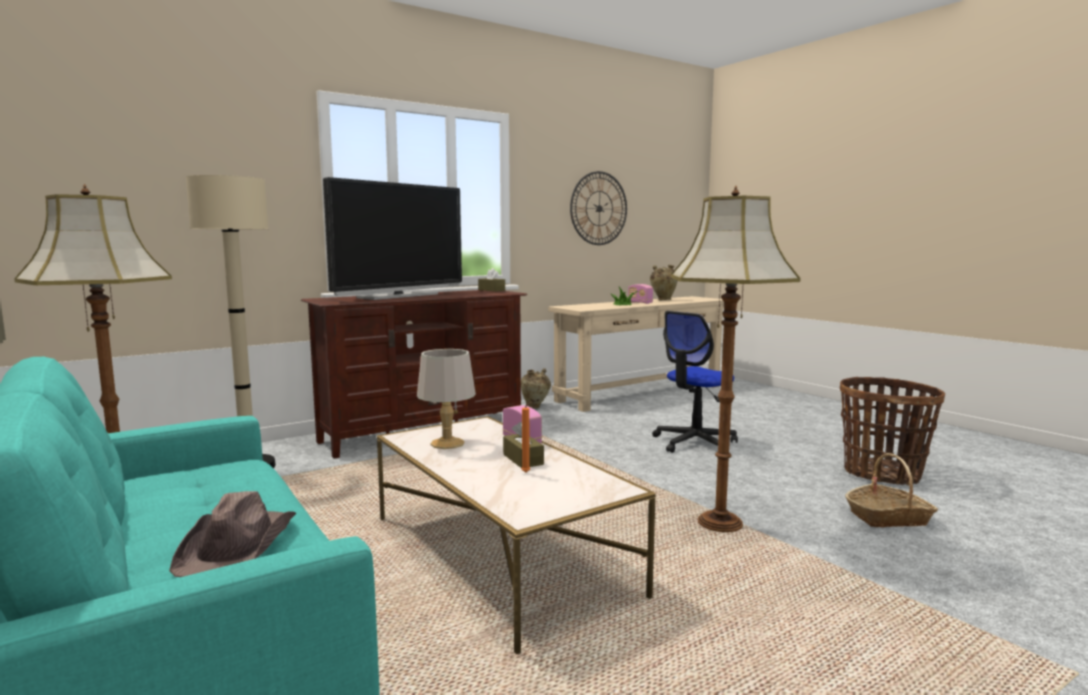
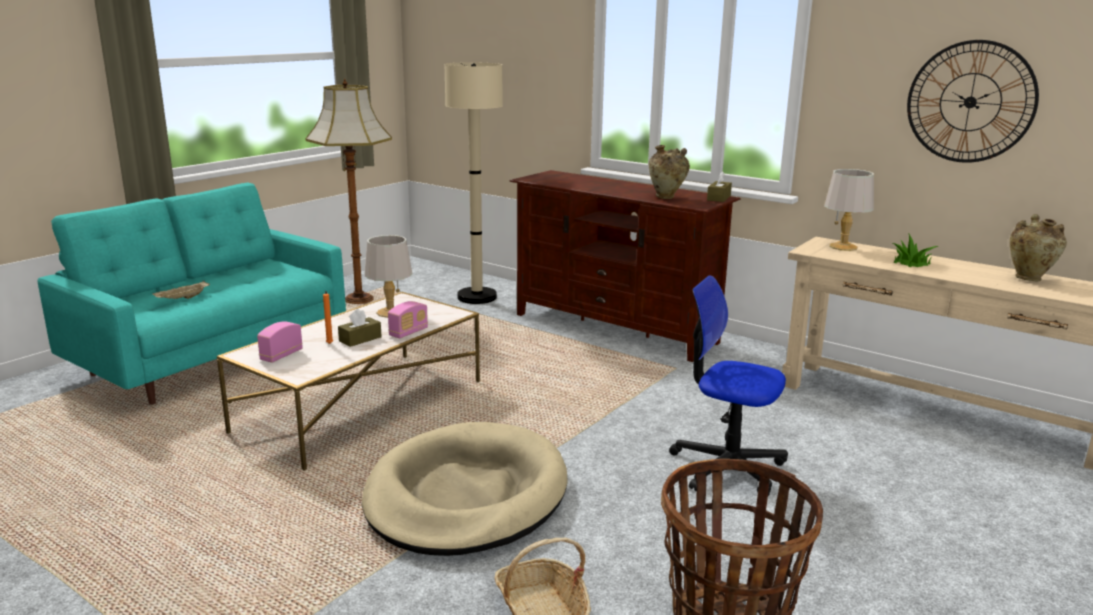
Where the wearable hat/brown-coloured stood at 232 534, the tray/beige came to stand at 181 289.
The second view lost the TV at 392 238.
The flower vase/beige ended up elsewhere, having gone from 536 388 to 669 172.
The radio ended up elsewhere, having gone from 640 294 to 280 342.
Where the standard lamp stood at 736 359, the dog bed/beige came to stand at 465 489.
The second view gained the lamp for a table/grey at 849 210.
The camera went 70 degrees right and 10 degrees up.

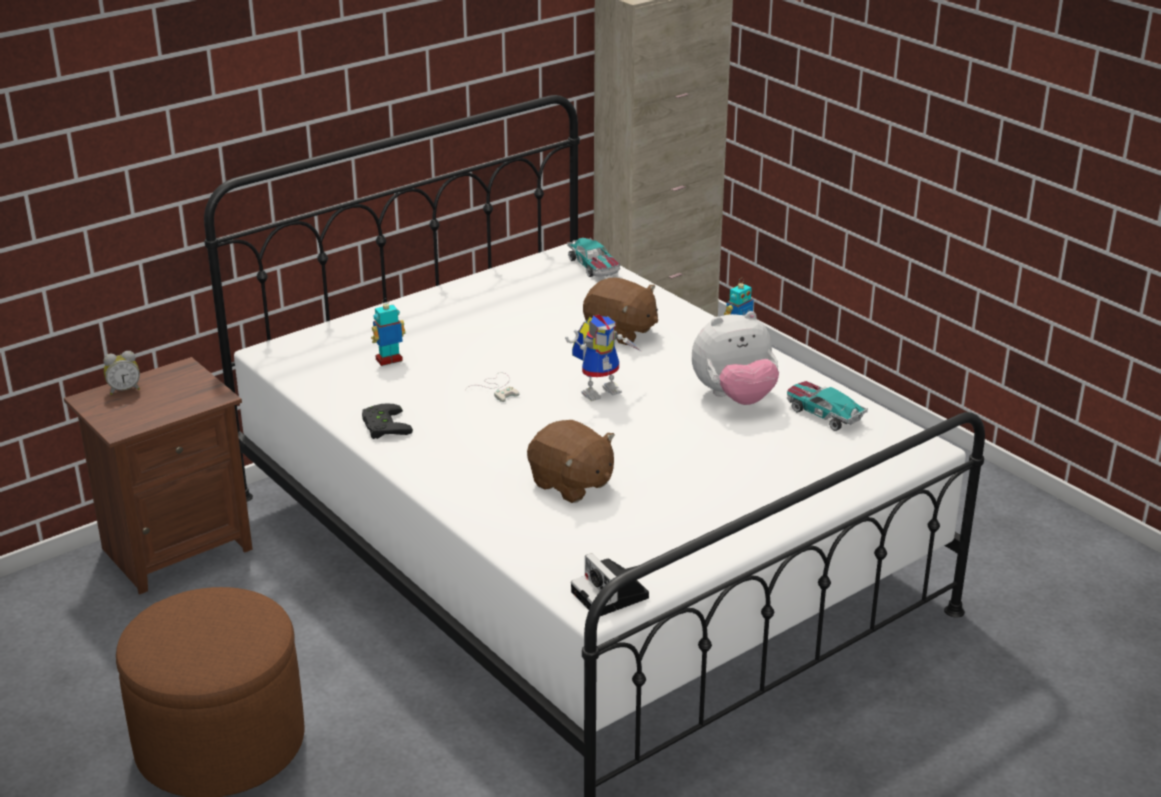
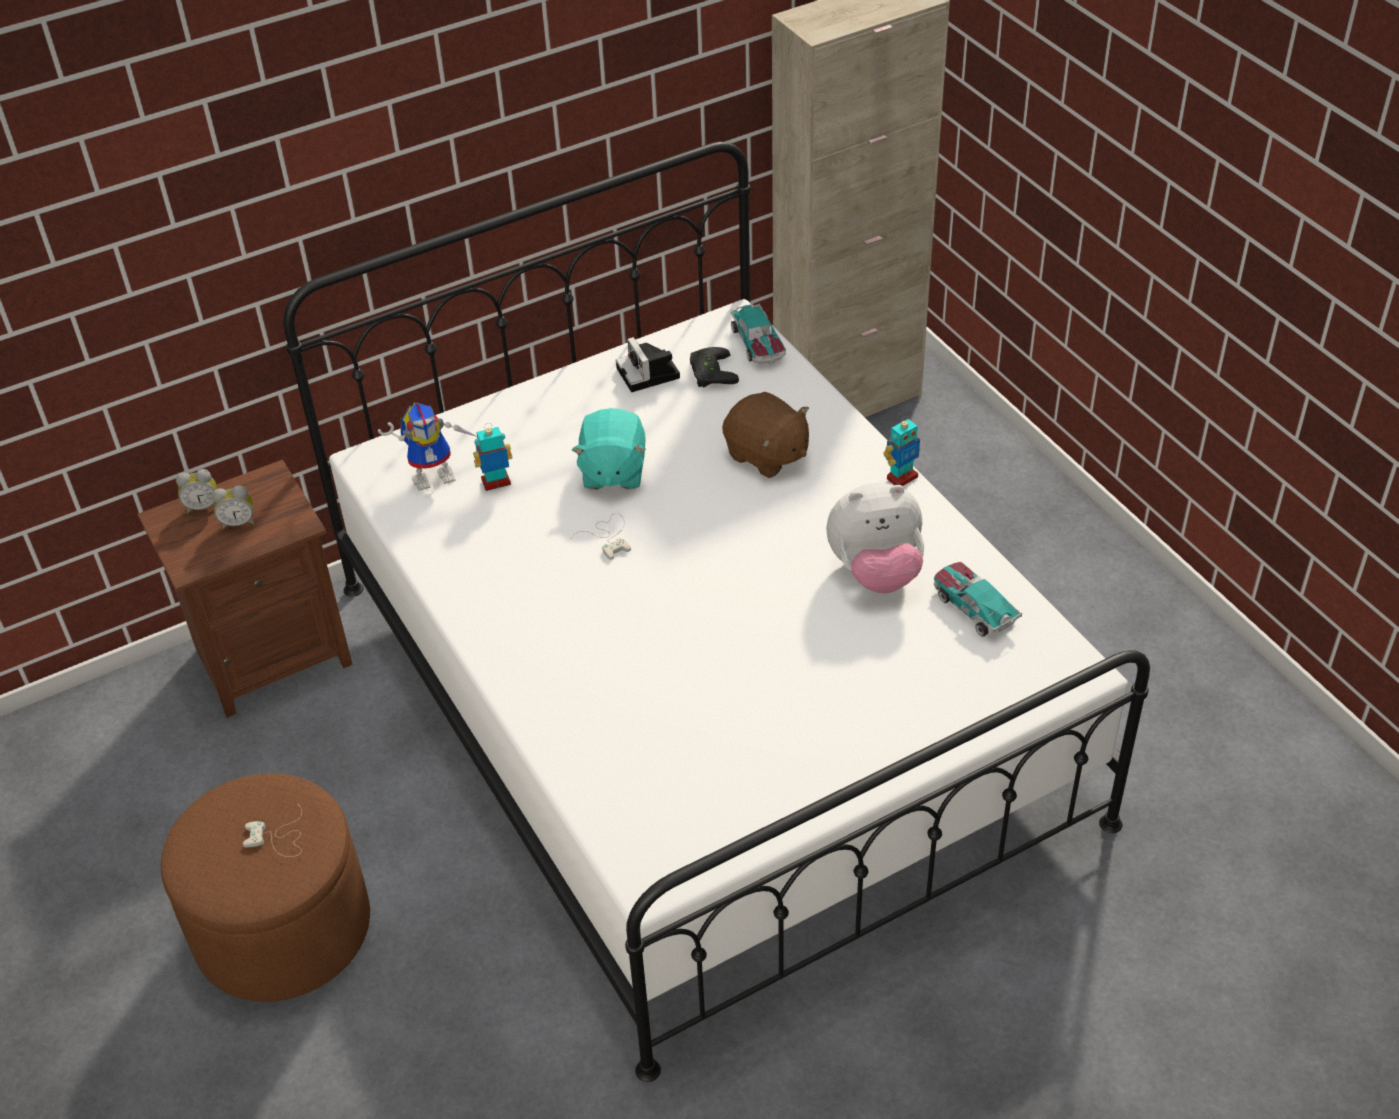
The game controller/blackish ended up elsewhere, having gone from 387 421 to 714 367.
The second view lost the plush toy/brown-coloured at 571 461.
The model robot ended up elsewhere, having gone from 603 358 to 427 446.
The still camera ended up elsewhere, having gone from 610 584 to 648 364.
The second view gained the bedside clock at 233 507.
The second view gained the game controller/white at 272 832.
The second view gained the plush toy/turquoise-coloured at 609 449.
The camera went 10 degrees right and 15 degrees up.

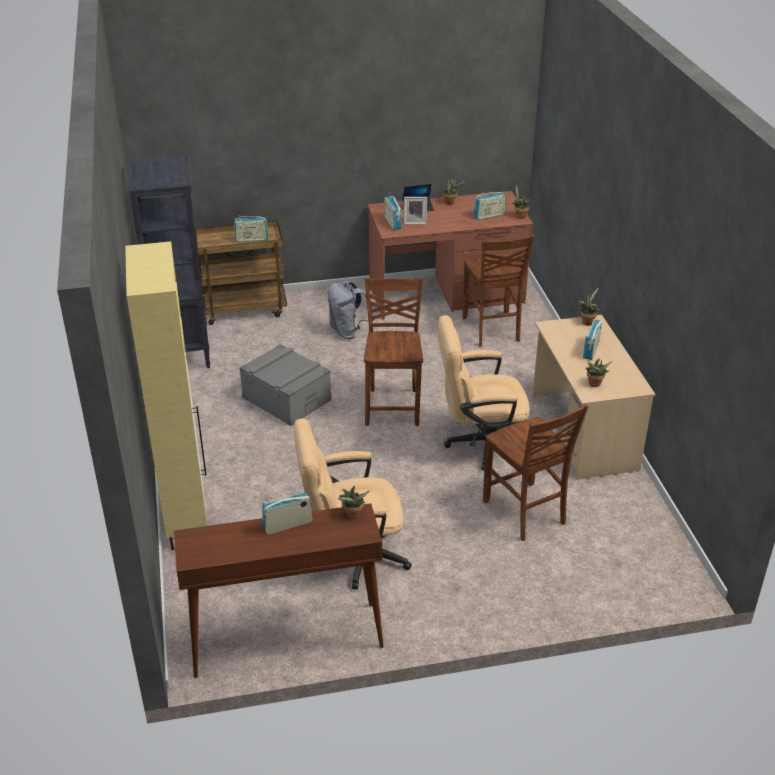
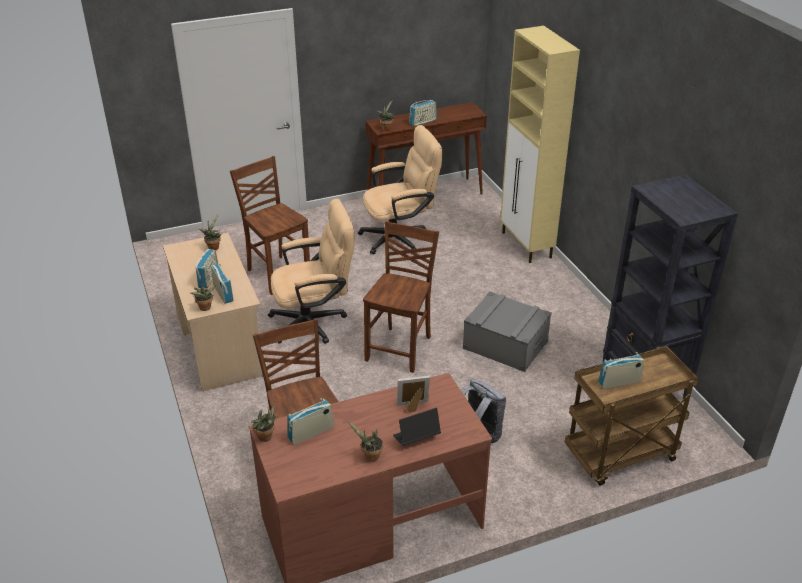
The upright chair/brown-coloured at 393 352 ended up facing another way, 150 degrees counterclockwise from before.
The radio ended up elsewhere, having gone from 393 213 to 222 283.
The camera went 170 degrees right and 0 degrees up.

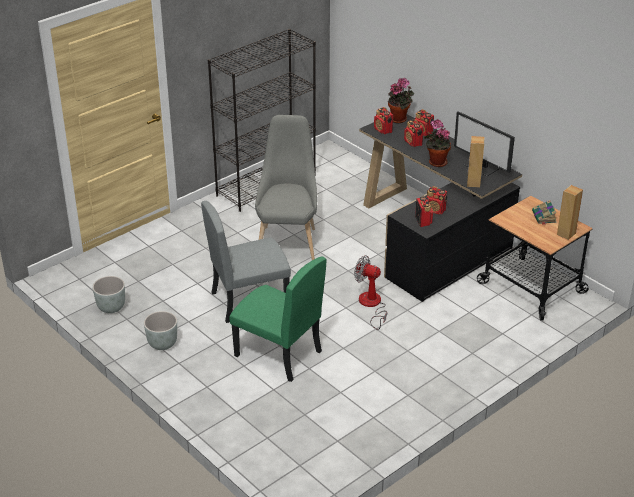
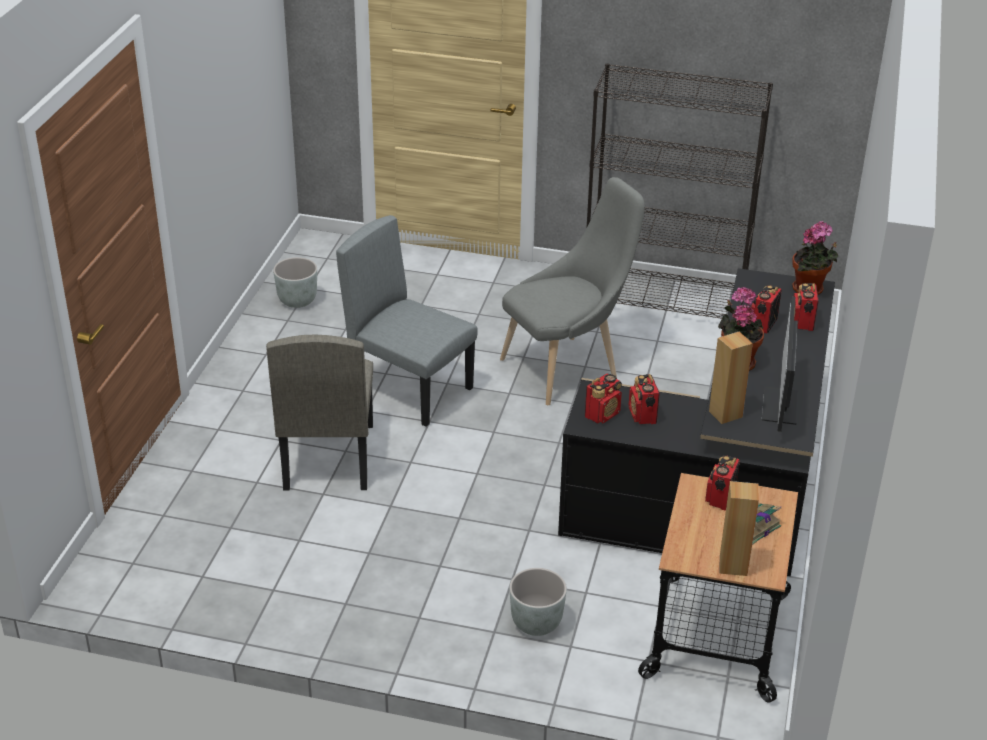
The flower pot/grey ended up elsewhere, having gone from 160 330 to 538 602.
What was the upright chair/green at 277 319 turned into the upright chair/beige at 319 412.
The second view lost the fan at 371 292.
The radio ended up elsewhere, having gone from 383 120 to 722 483.
The camera went 55 degrees right and 0 degrees up.

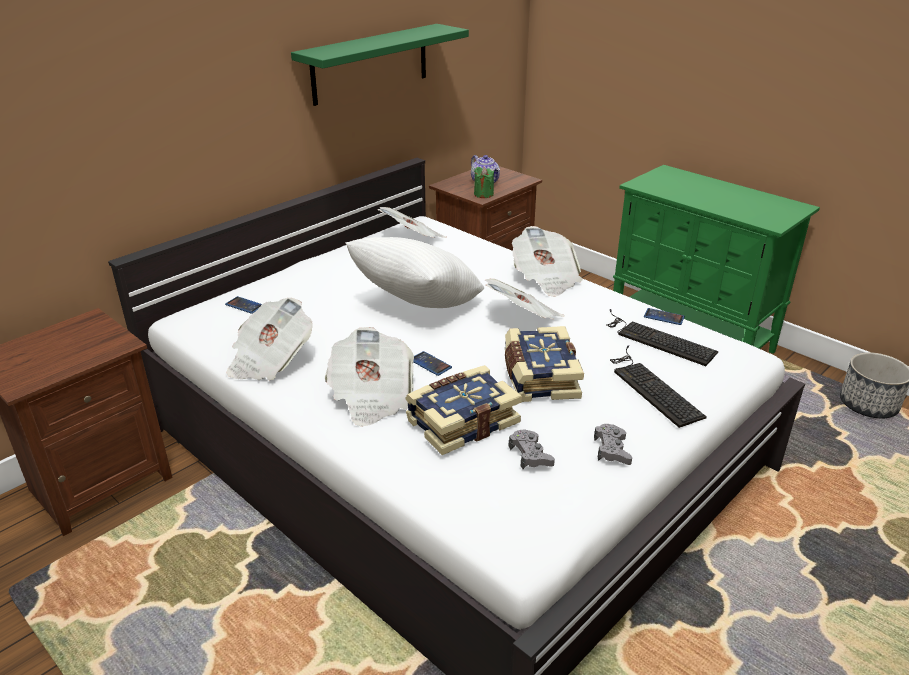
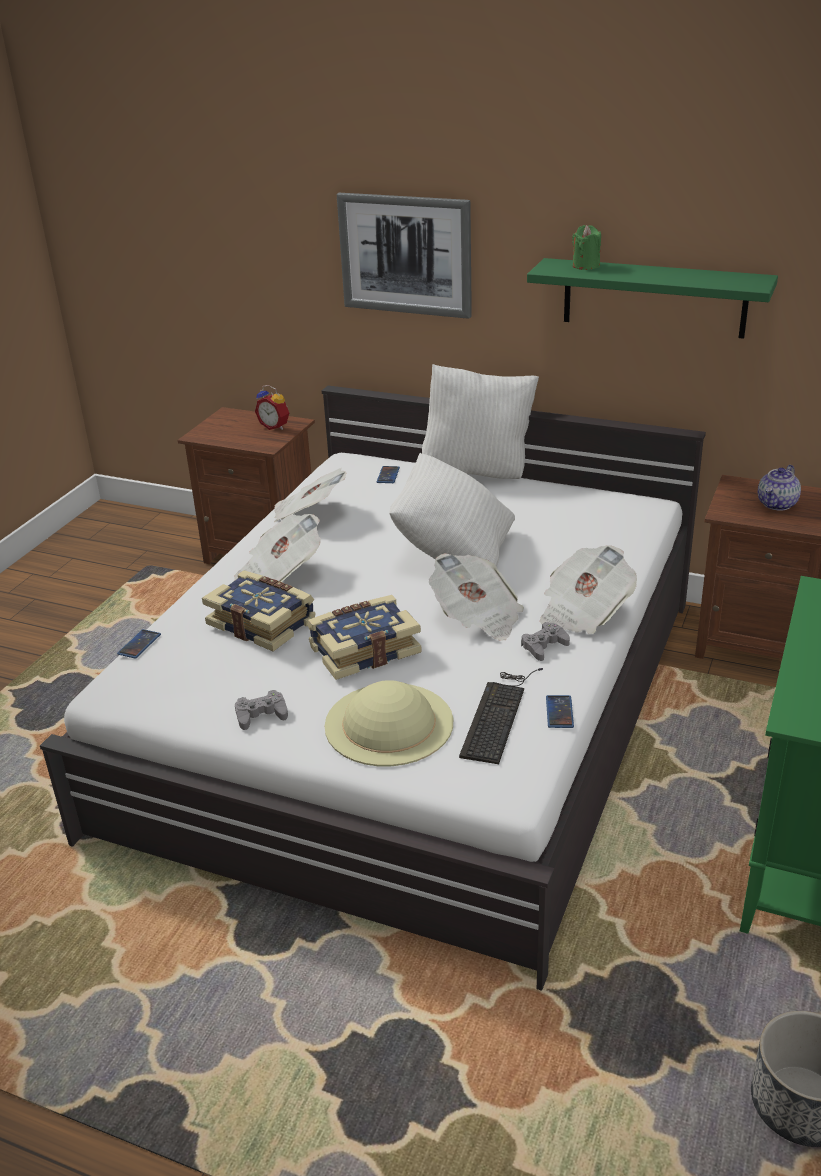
The second view lost the daily paper at 412 222.
The telephone ended up elsewhere, having gone from 432 363 to 139 644.
The candle/green ended up elsewhere, having gone from 484 182 to 586 247.
The game controller/grey ended up elsewhere, having gone from 531 449 to 545 641.
Where the keyboard stood at 658 386, the wearable hat/beige came to stand at 389 723.
The second view gained the bedside clock at 272 407.
The second view gained the wall picture at 404 256.
The second view gained the cushion/white at 480 421.
The camera went 70 degrees right and 0 degrees up.

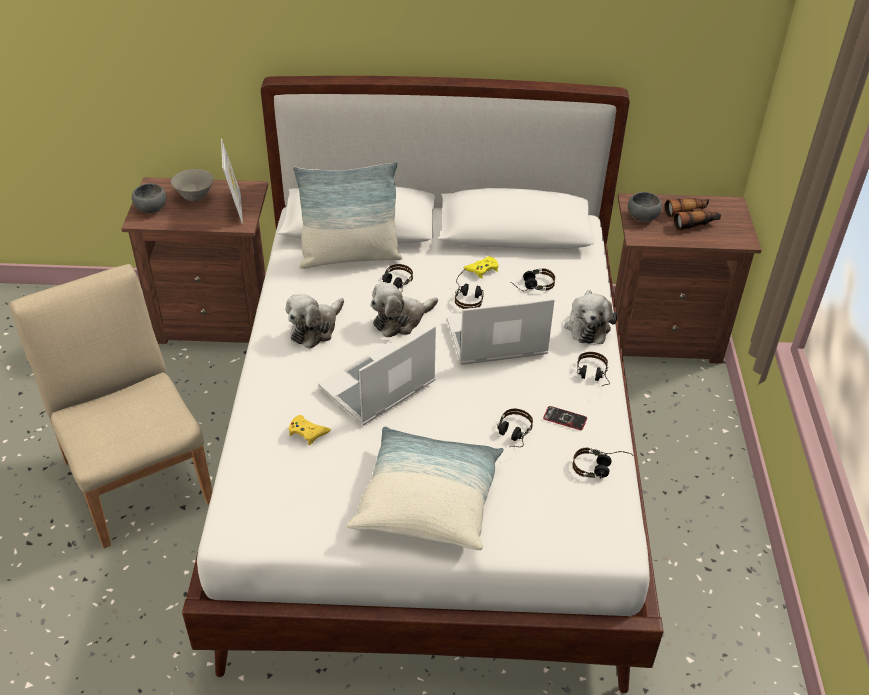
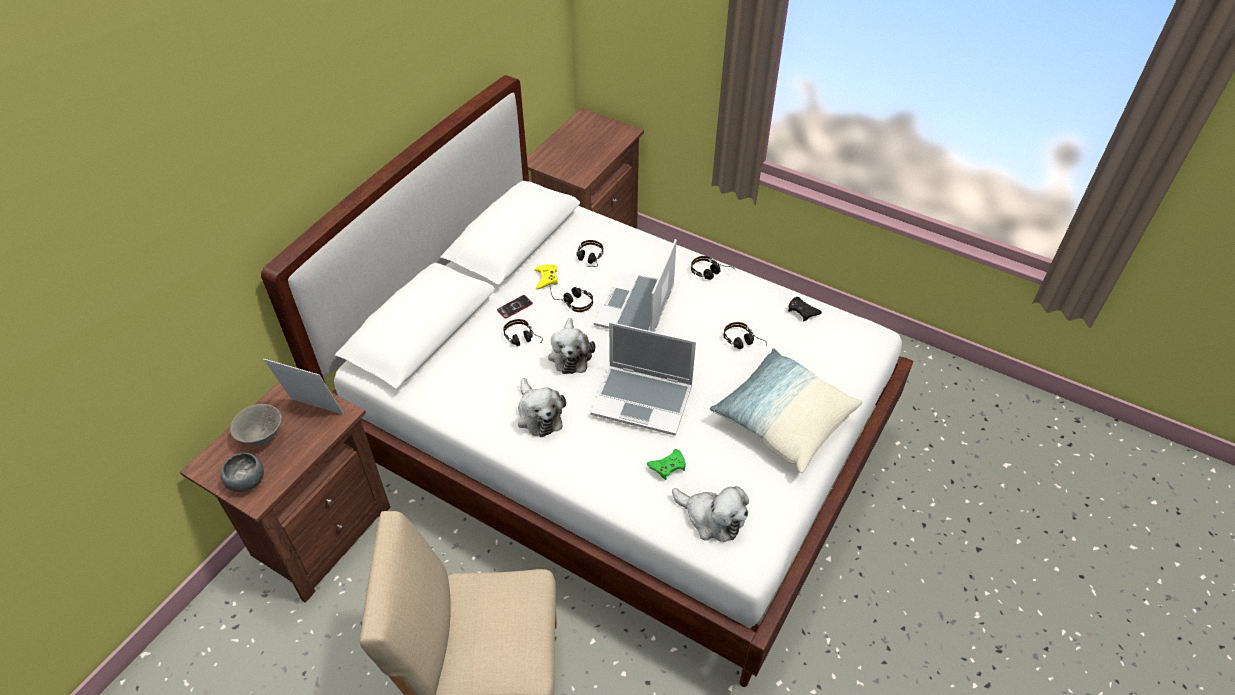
What was the game controller/yellow-coloured at 309 430 turned into the game controller/green at 666 464.
The second view lost the cushion at 347 215.
The notebook computer at 377 375 ended up facing another way, 60 degrees counterclockwise from before.
The telephone ended up elsewhere, having gone from 565 418 to 515 306.
The plush toy ended up elsewhere, having gone from 590 317 to 710 514.
Where the pair of headphones stood at 603 463, the game controller/blackish came to stand at 805 309.
The second view lost the serving bowl/grey at 645 207.
The second view lost the pair of binoculars at 693 214.
The camera went 60 degrees left and 5 degrees up.

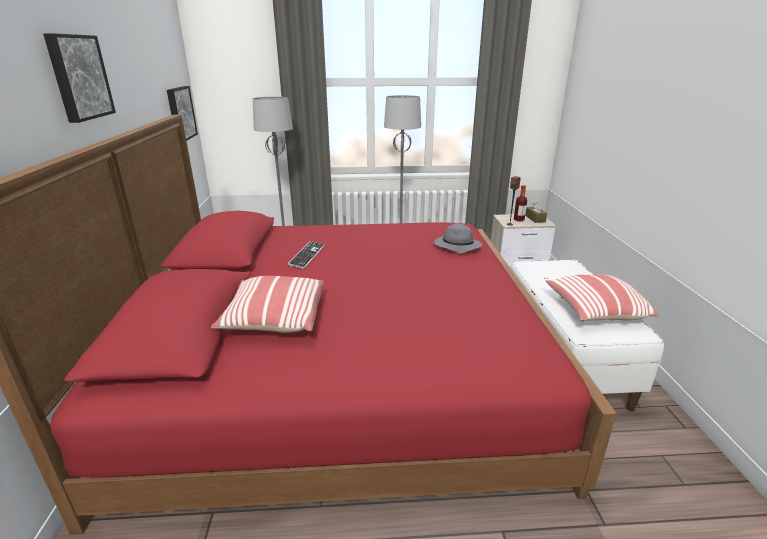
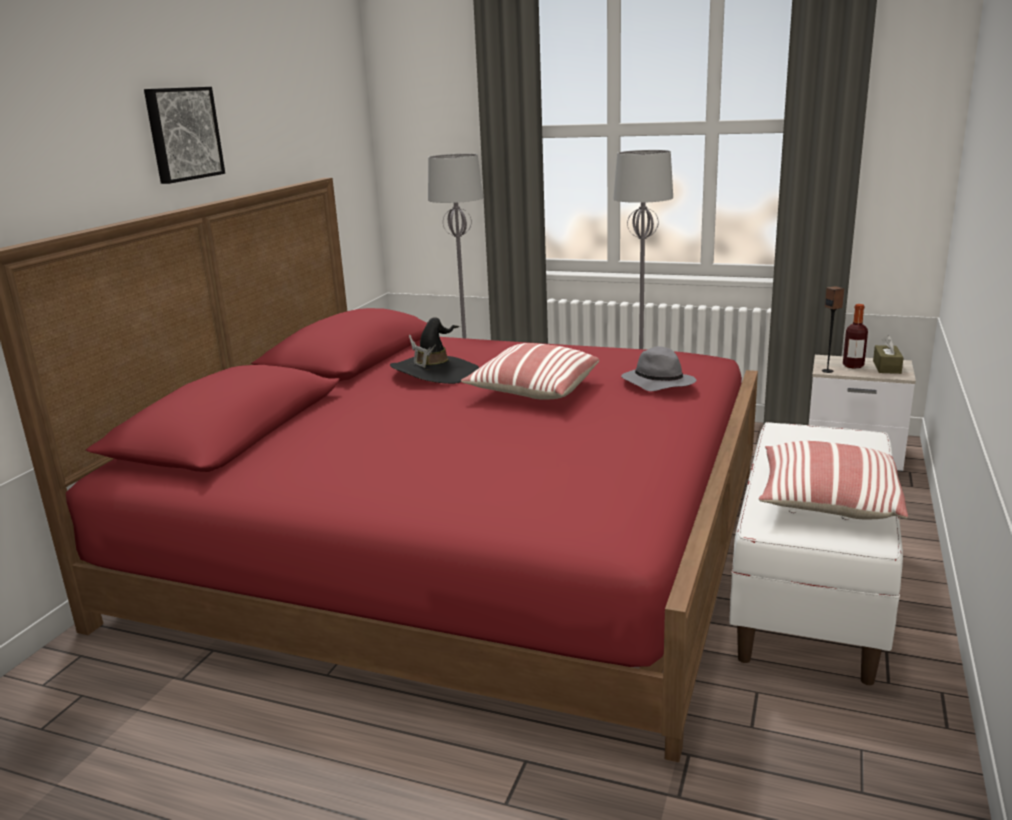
The second view lost the wall picture at 182 113.
The cushion ended up elsewhere, having gone from 267 304 to 530 371.
Where the keyboard stood at 306 255, the wearable hat/blackish came to stand at 434 350.
The camera went 25 degrees right and 5 degrees down.

